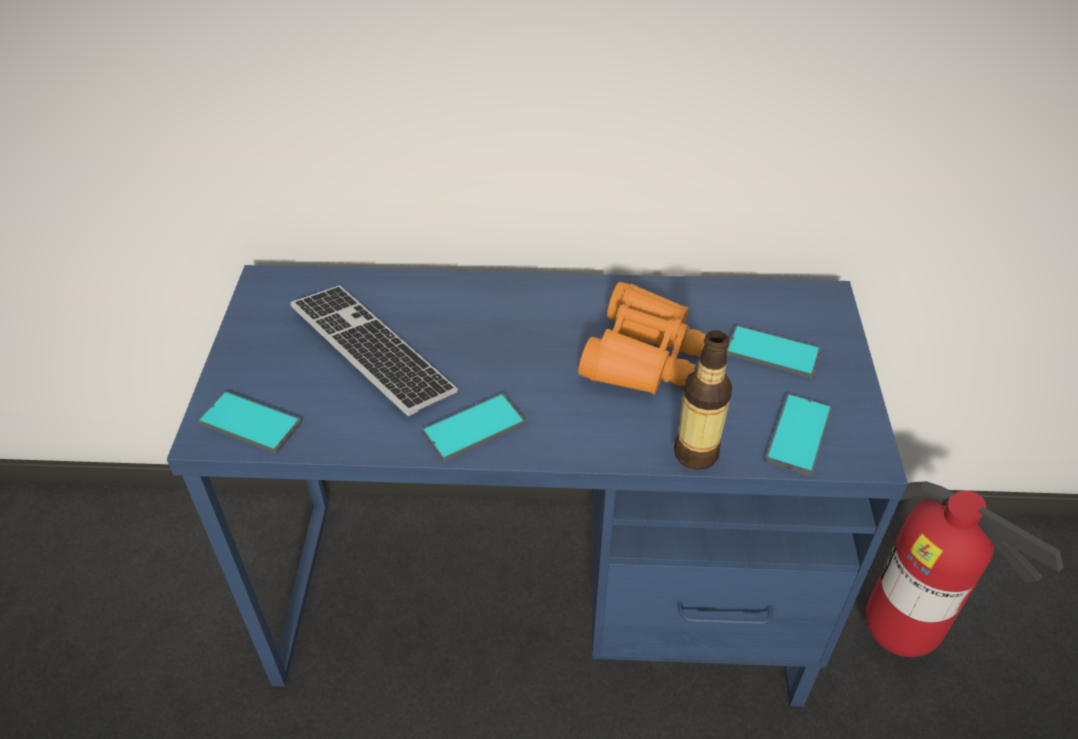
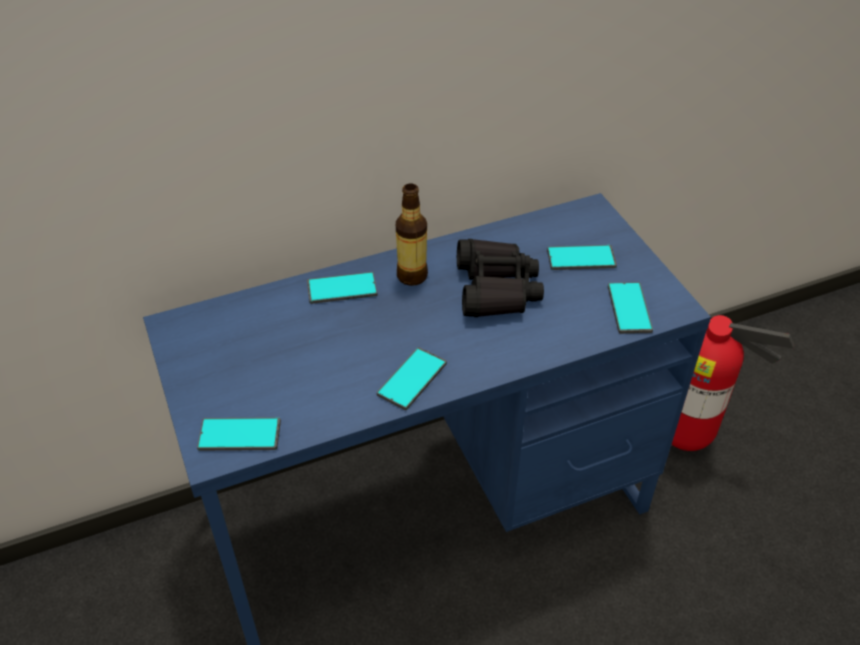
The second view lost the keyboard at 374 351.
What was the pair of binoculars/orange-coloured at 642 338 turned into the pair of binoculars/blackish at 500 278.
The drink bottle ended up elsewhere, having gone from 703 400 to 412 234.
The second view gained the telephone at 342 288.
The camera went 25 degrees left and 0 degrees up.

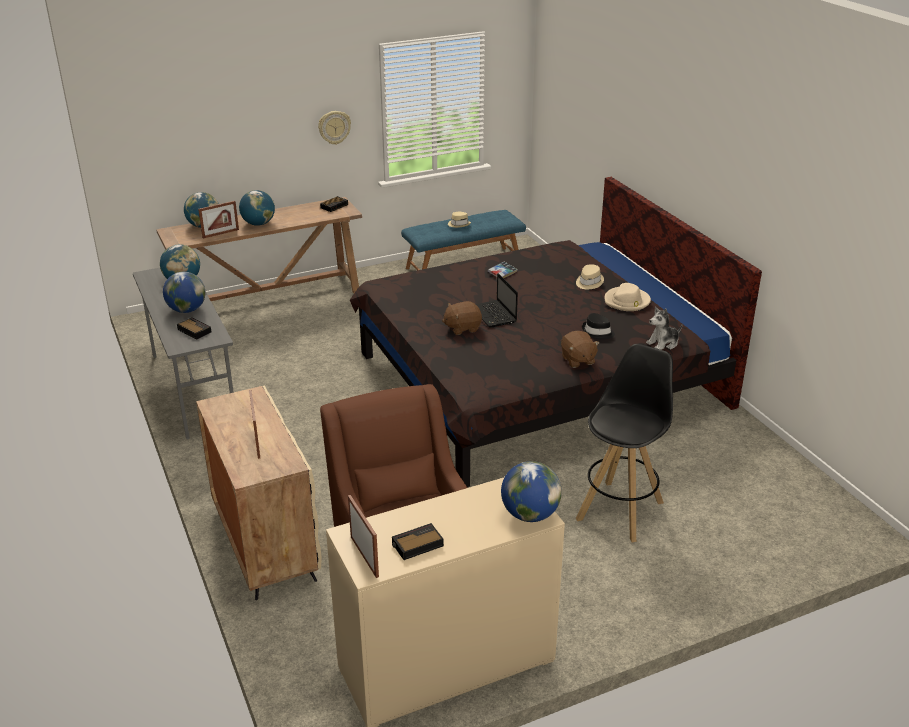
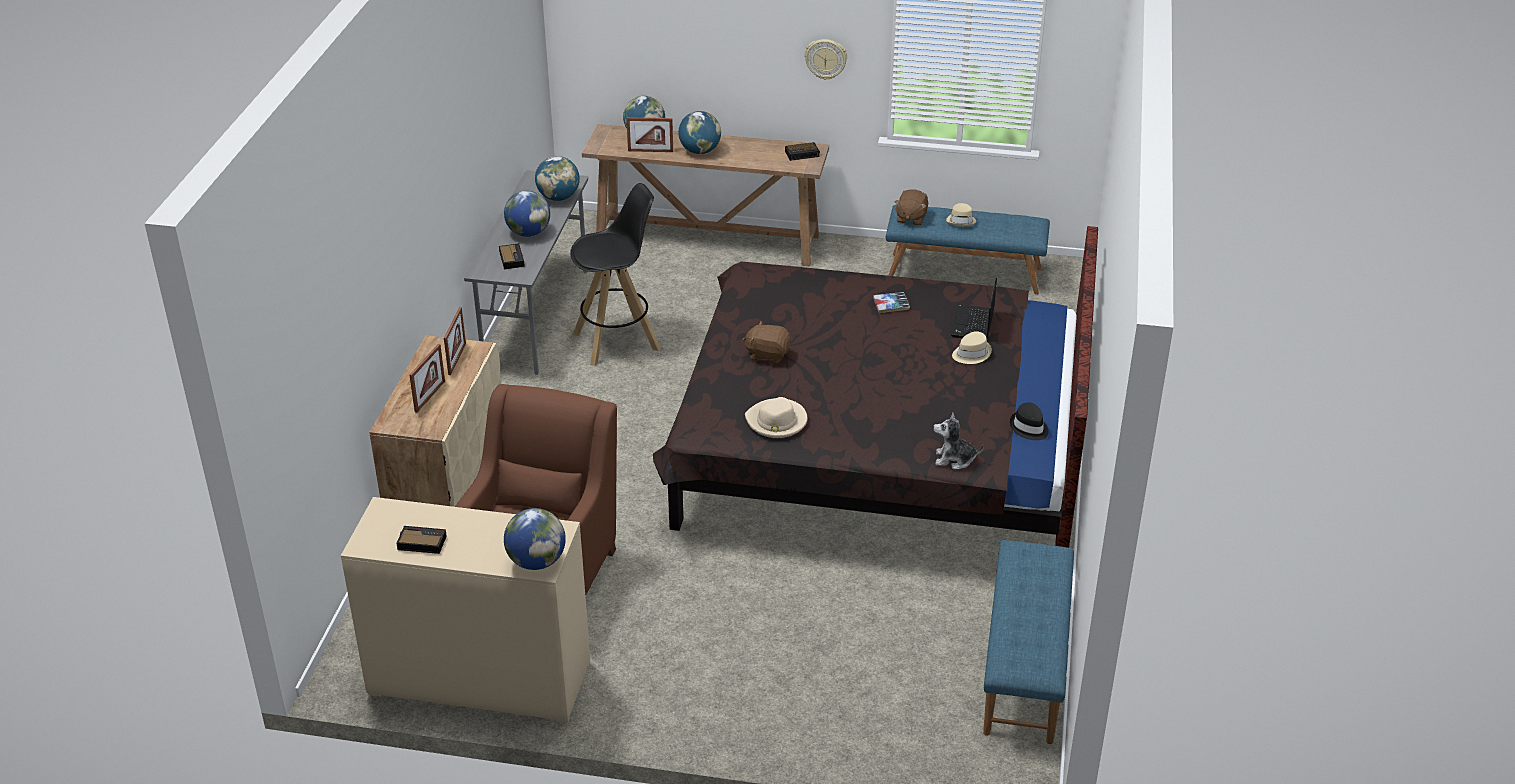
The standing frame ended up elsewhere, having gone from 363 536 to 455 341.
The notebook computer ended up elsewhere, having gone from 497 300 to 974 309.
The plush toy/brown-coloured ended up elsewhere, having gone from 580 349 to 911 207.
The sitting stool/blackish ended up elsewhere, having gone from 624 443 to 615 274.
The wearable hat/blackish ended up elsewhere, having gone from 598 326 to 1029 421.
The wearable hat/beige ended up elsewhere, having gone from 627 297 to 776 417.
The second view gained the indoor bench/blue-coloured at 1028 642.
The camera went 35 degrees right and 5 degrees up.

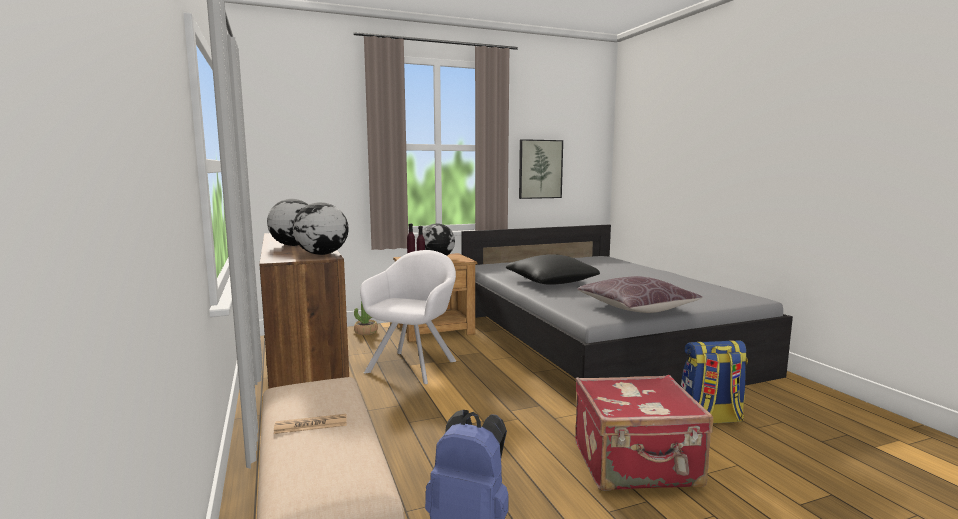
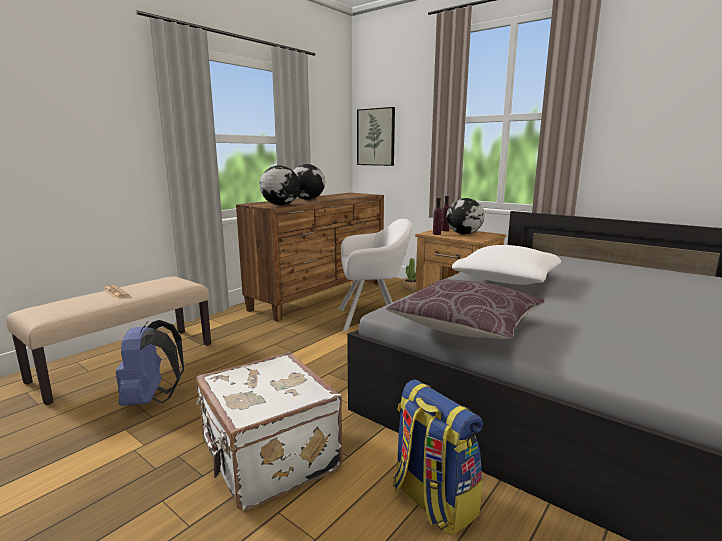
What was the cushion/blackish at 553 269 turned into the cushion/white at 506 265.
The wall picture ended up elsewhere, having gone from 541 169 to 376 136.
What was the suitcase/red at 644 433 turned into the suitcase/white at 269 431.
The camera went 60 degrees right and 5 degrees up.

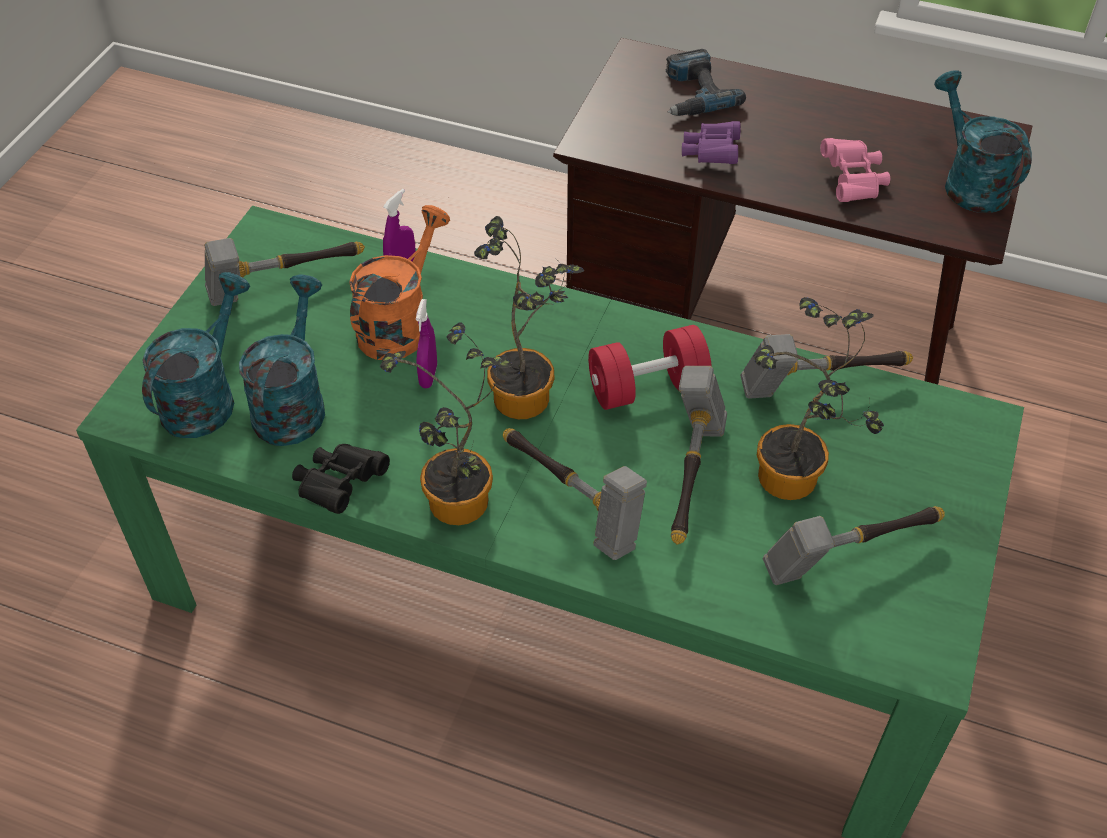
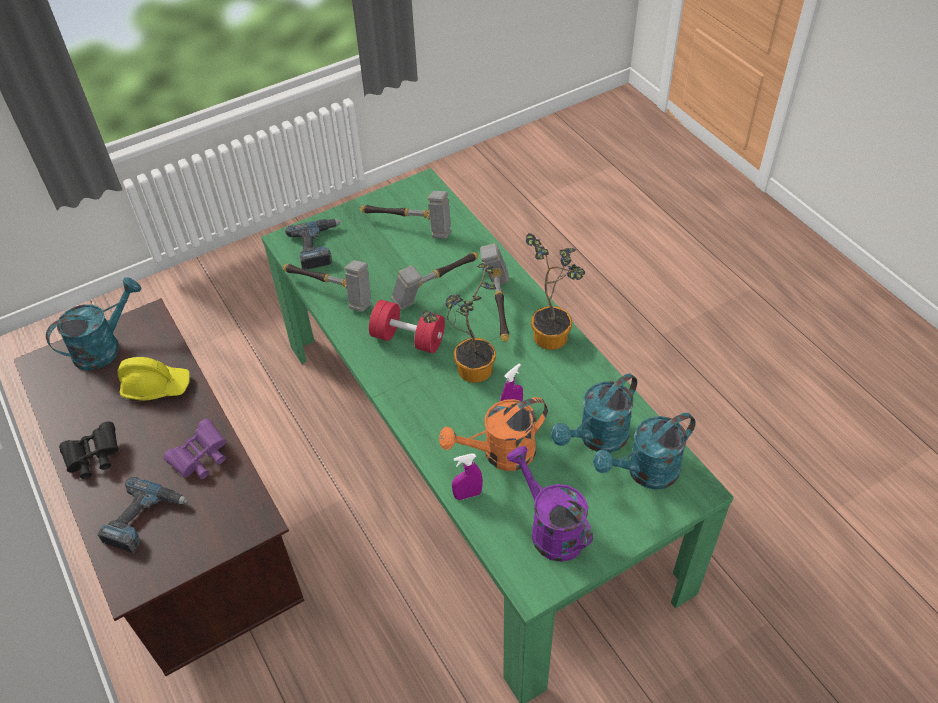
Where the hammer stood at 285 272, the watering pot/purple came to stand at 550 504.
The pair of binoculars/blackish ended up elsewhere, having gone from 341 479 to 89 450.
The second view lost the plant in a pot at 818 398.
Where the pair of binoculars/pink stood at 855 170, the hard hat/yellow-coloured came to stand at 154 379.
The watering pot/turquoise-coloured at 983 142 ended up facing another way, 150 degrees counterclockwise from before.
The second view gained the drill at 313 244.
The camera went 140 degrees left and 0 degrees up.

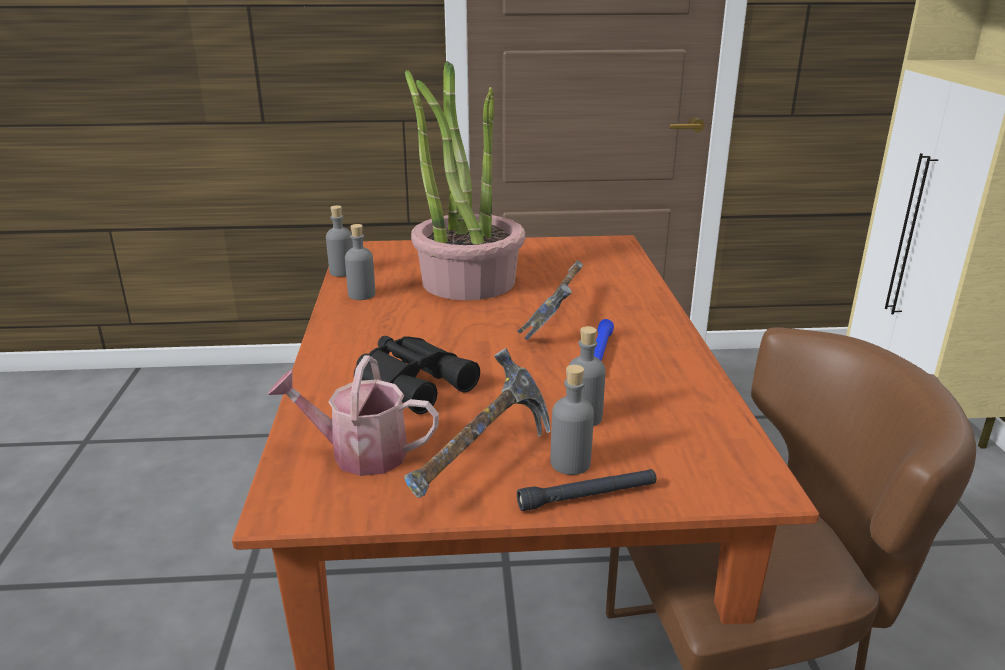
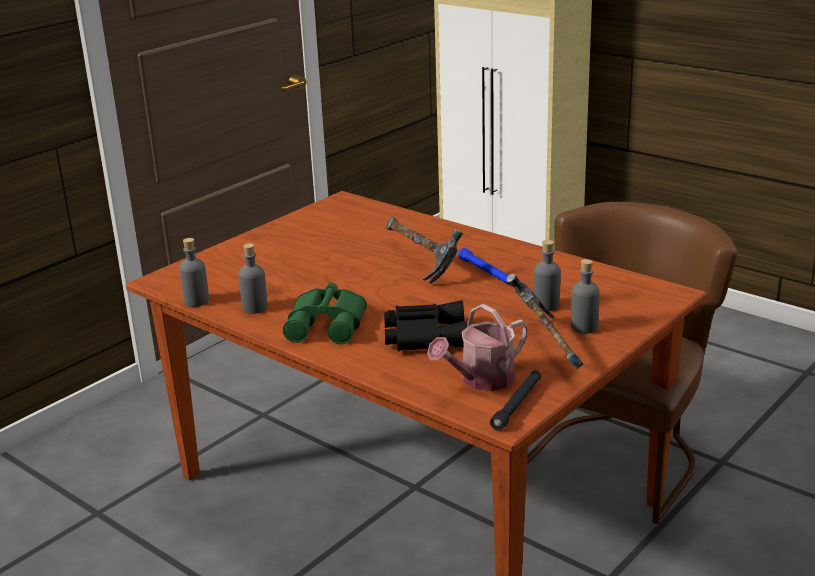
The second view lost the plant in a pot at 465 180.
The torch/blackish ended up elsewhere, having gone from 586 490 to 515 400.
The second view gained the pair of binoculars/green at 325 313.
The camera went 45 degrees left and 0 degrees up.

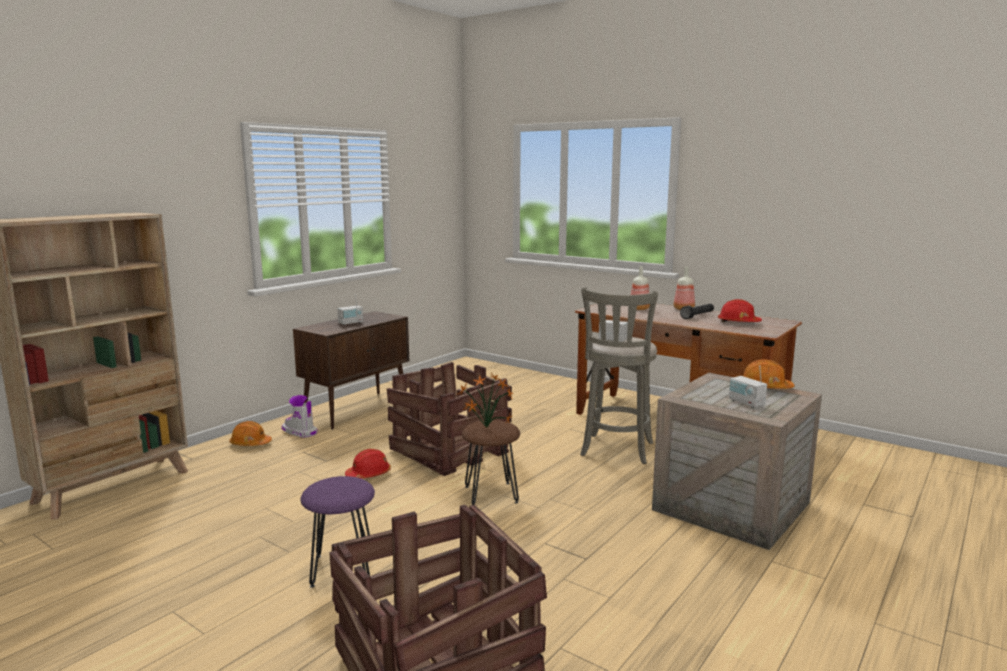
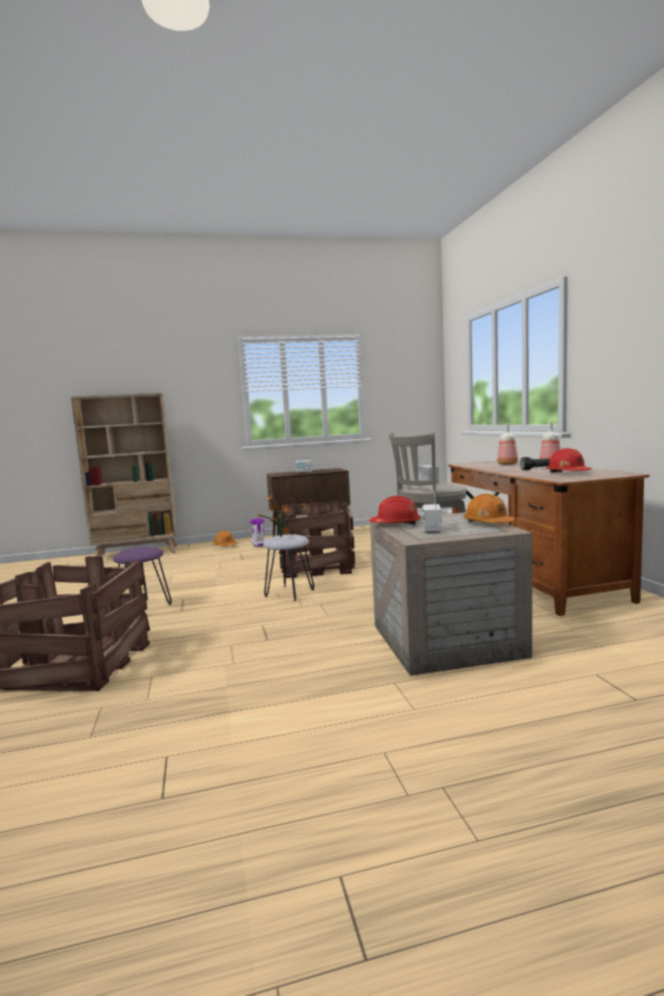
The hard hat/red ended up elsewhere, having gone from 368 464 to 395 510.
What was the sitting stool/brown-coloured at 491 462 turned into the sitting stool/grey at 288 567.
The camera went 40 degrees right and 5 degrees down.

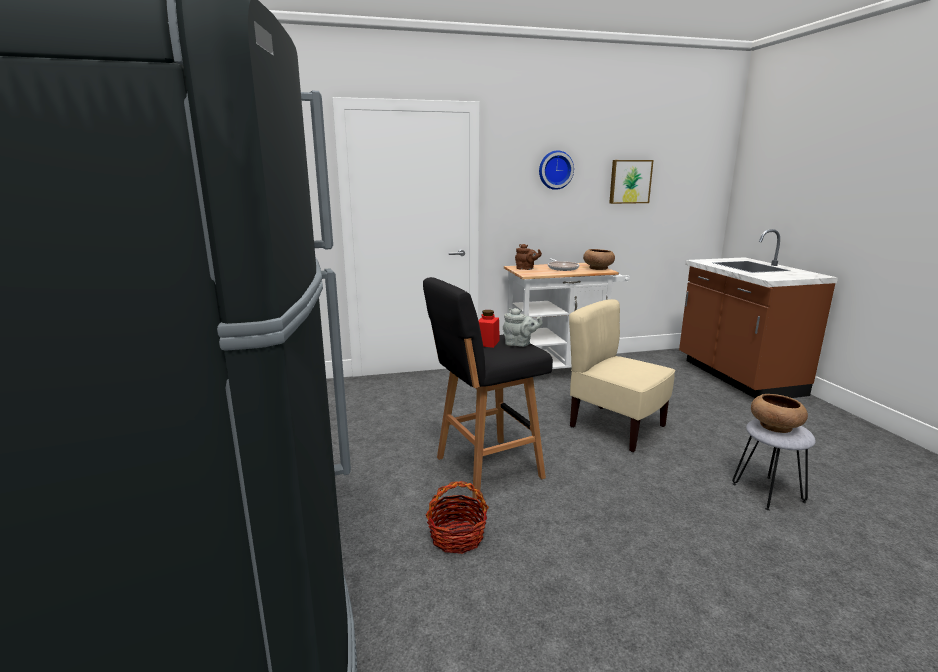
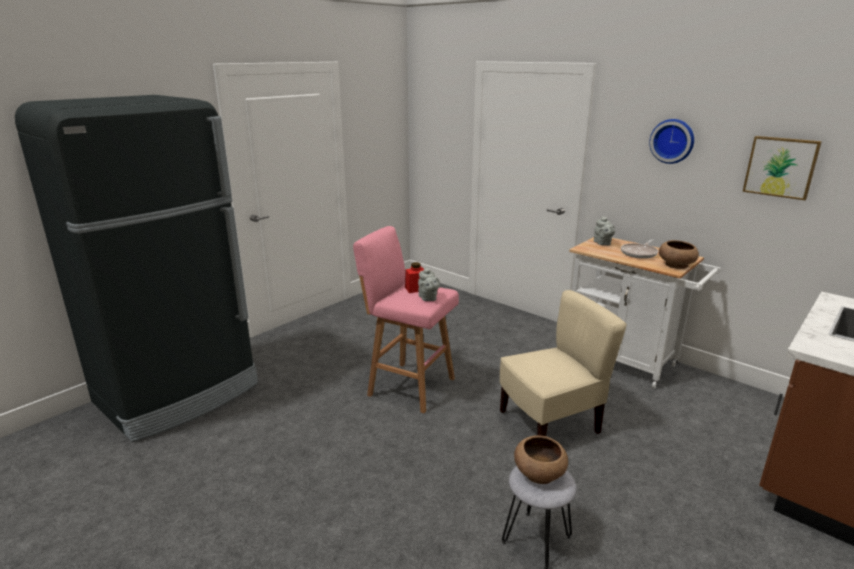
What was the sitting stool/blackish at 488 388 turned into the sitting stool/pink at 406 319.
The second view lost the storage basket at 457 517.
What was the tea pot/brown-coloured at 528 257 turned into the tea pot/grey at 604 230.
The upright chair/beige at 622 375 ended up facing another way, 60 degrees clockwise from before.
The camera went 55 degrees right and 5 degrees up.

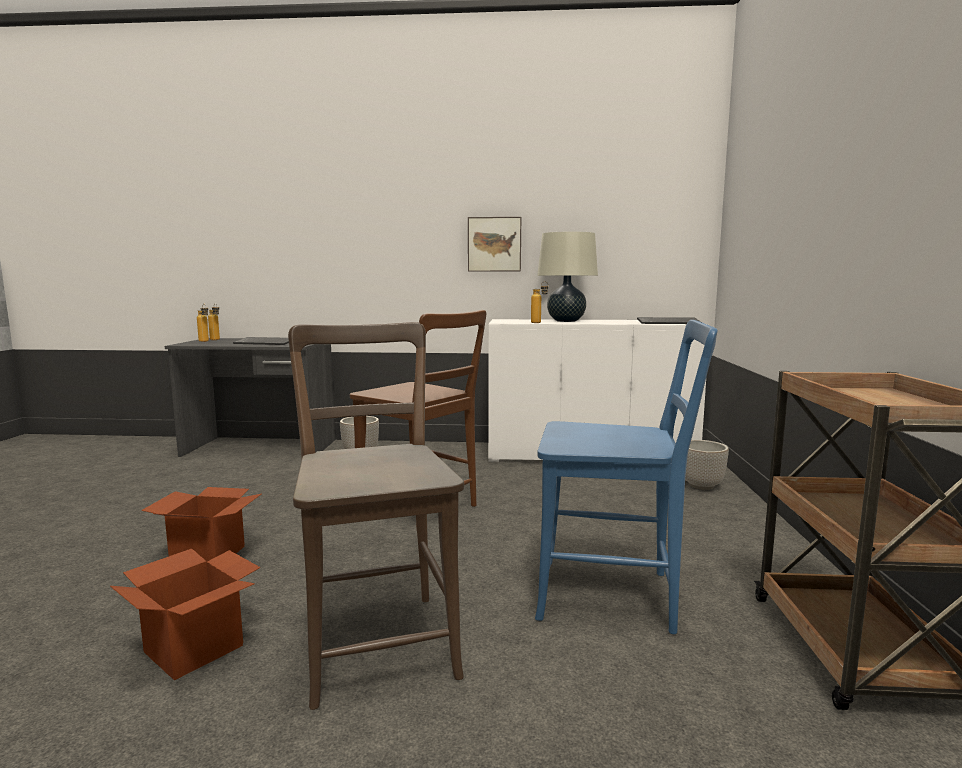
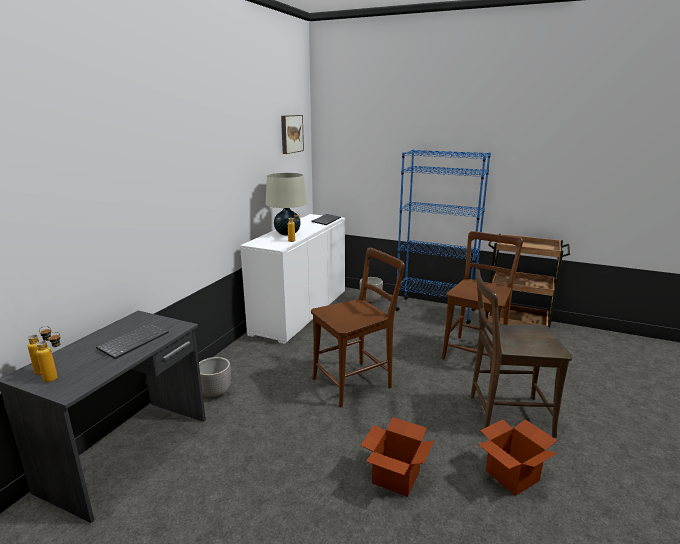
The wall picture ended up elsewhere, having gone from 494 244 to 292 134.
What was the upright chair/blue-coloured at 626 477 turned into the upright chair/brown-coloured at 482 300.
The second view gained the shelving unit/blue-coloured at 443 236.
The camera went 70 degrees left and 10 degrees up.

